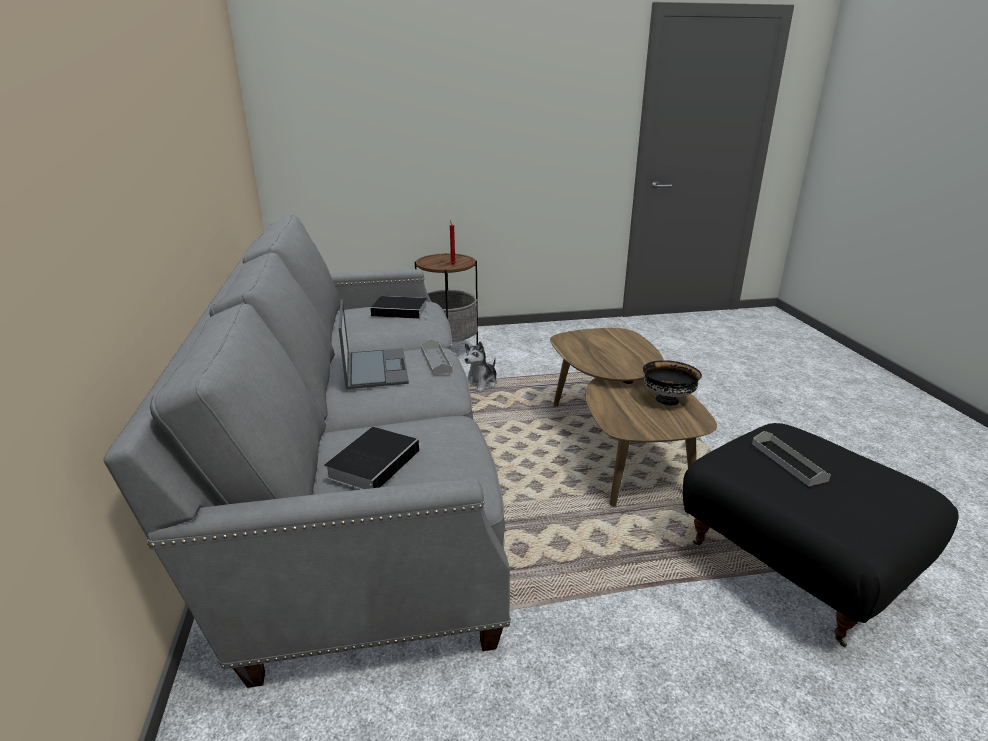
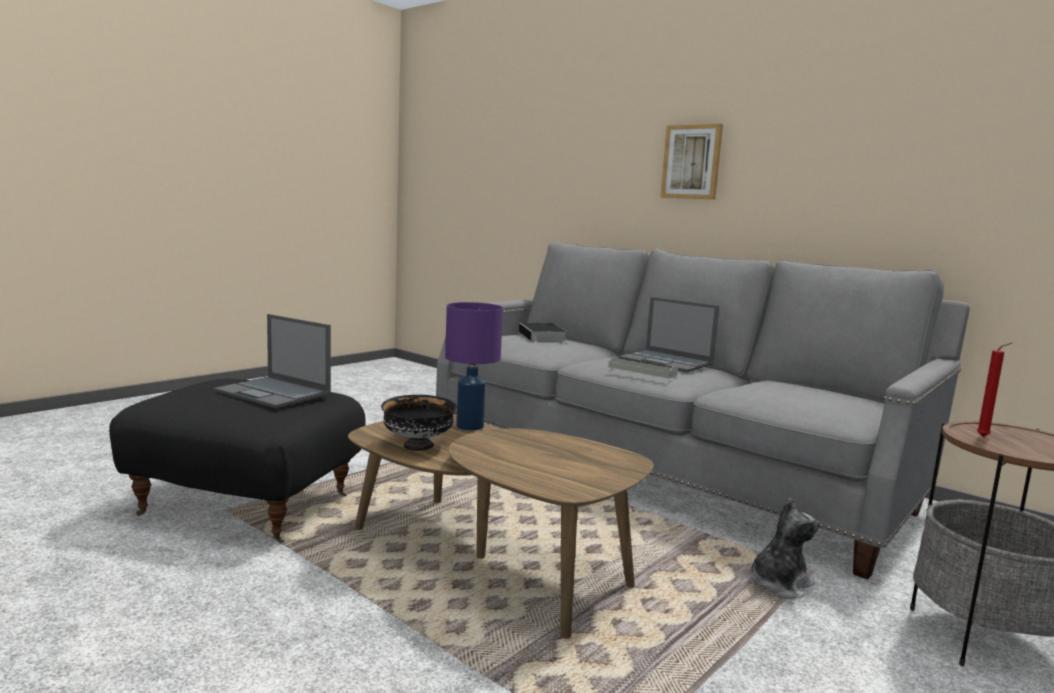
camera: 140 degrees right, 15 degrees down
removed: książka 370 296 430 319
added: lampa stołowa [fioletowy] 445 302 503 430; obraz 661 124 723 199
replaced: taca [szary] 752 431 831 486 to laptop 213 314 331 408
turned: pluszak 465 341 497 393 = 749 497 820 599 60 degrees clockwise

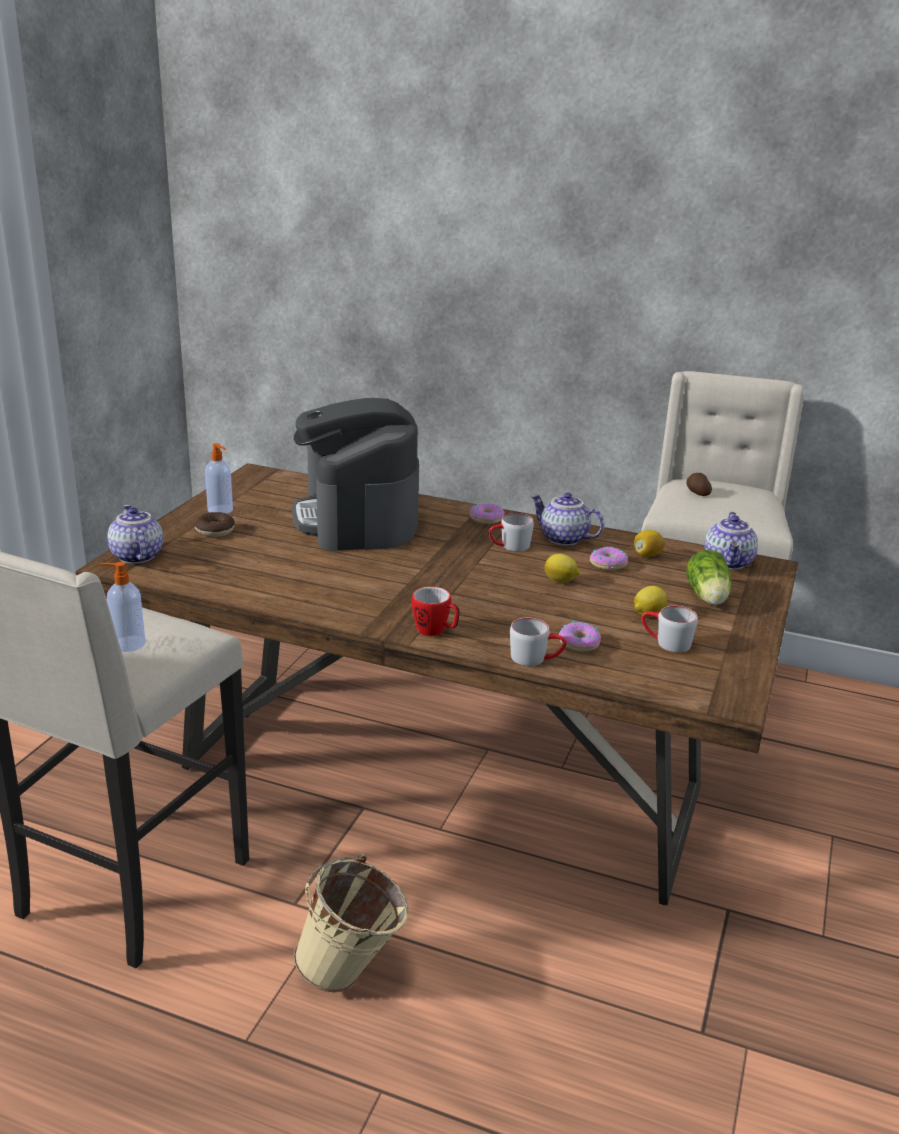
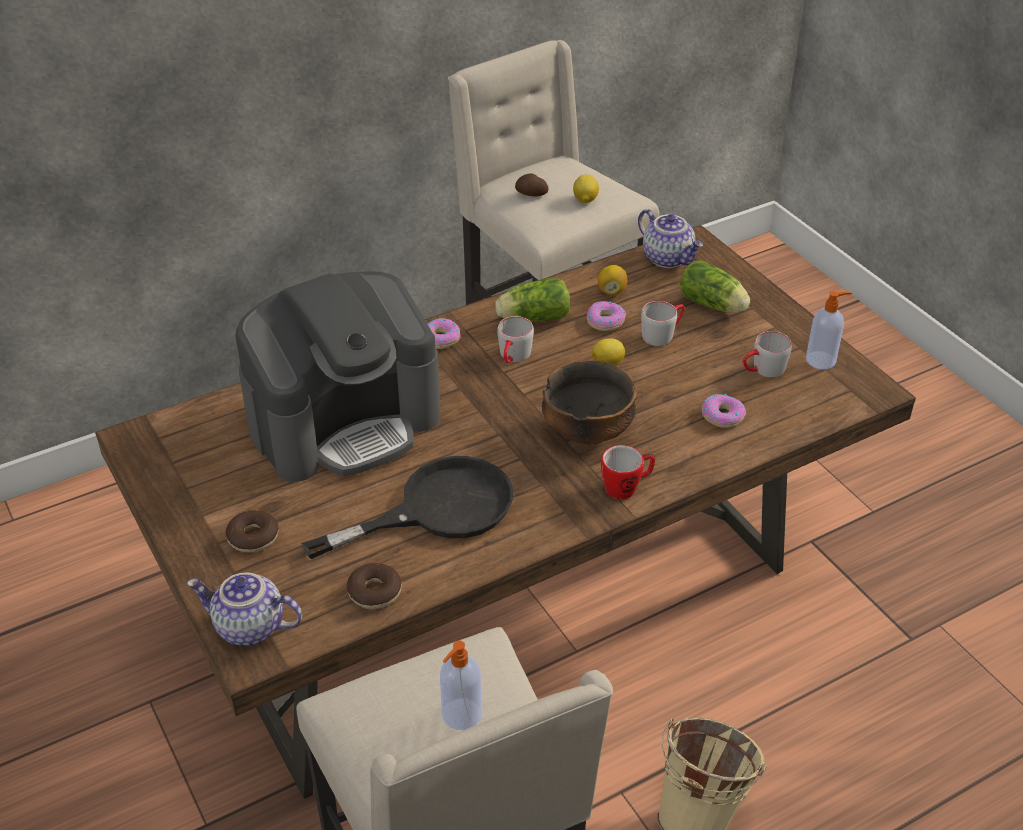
camera: 50 degrees left, 15 degrees up
added: patelnia [czarny] 301 456 513 559; donut 347 563 402 609; miska 542 360 637 445
moved: dozownik mydła 205 443 233 514 to 806 291 852 369; kubek [szary] 510 618 567 666 to 641 301 685 346; cytryna 634 586 667 617 to 573 175 599 203
replaced: imbryk 531 493 604 546 to sałata 495 278 570 322
turned: ekspres do kawy 292 398 419 551 = 236 271 441 482 60 degrees counterclockwise

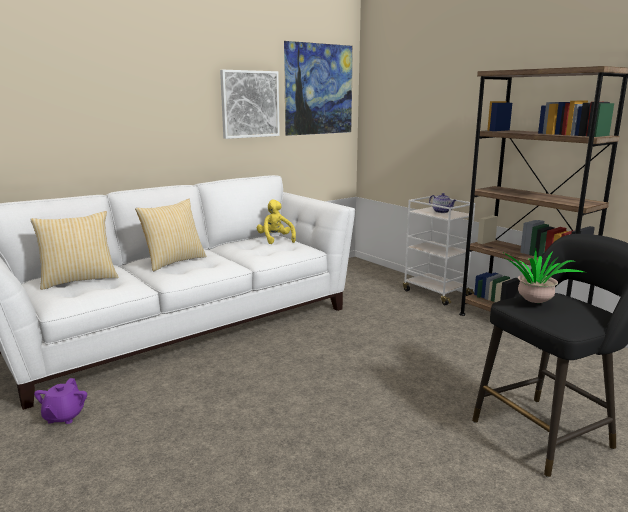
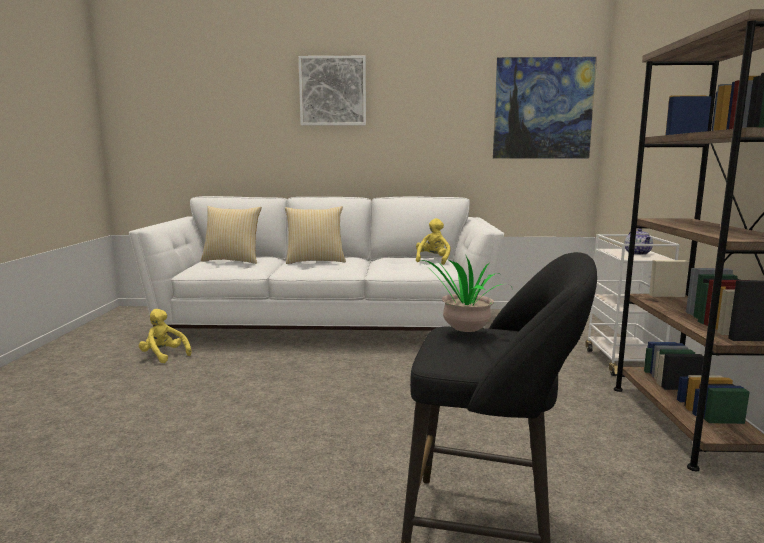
camera: 40 degrees right, 5 degrees down
moved: obraz 220 70 280 139 to 298 56 366 126
replaced: imbryk [fioletowy] 34 378 87 424 to pluszak [żółty] 139 309 192 363

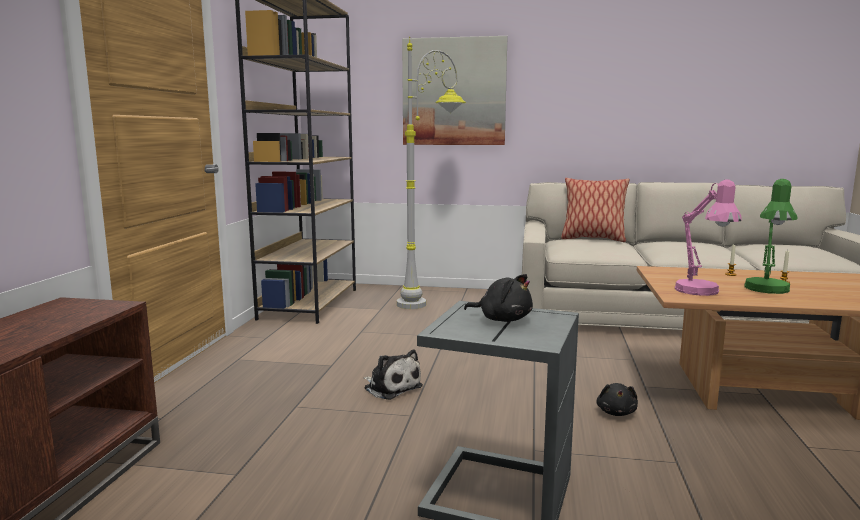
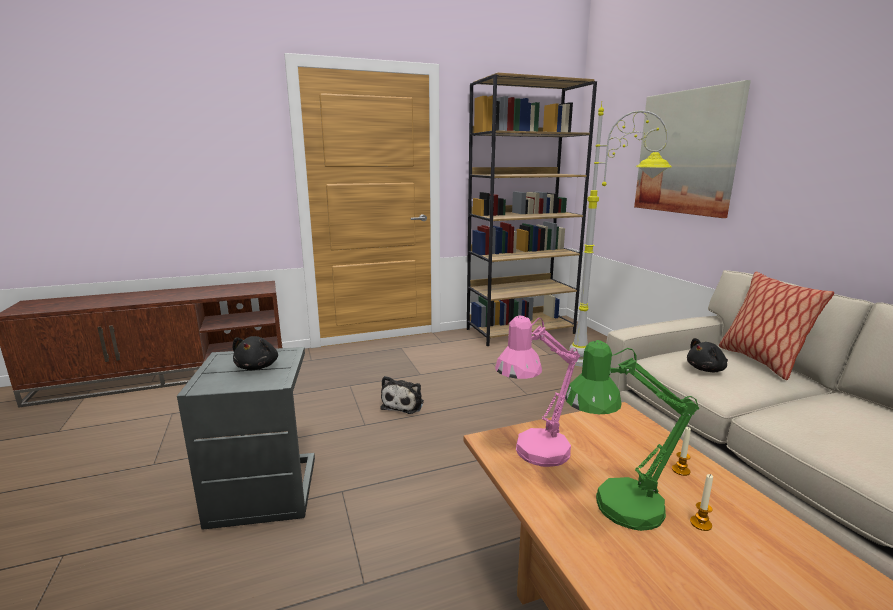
camera: 60 degrees right, 5 degrees up
moved: pluszak [czarny] 596 383 638 416 to 687 338 728 372

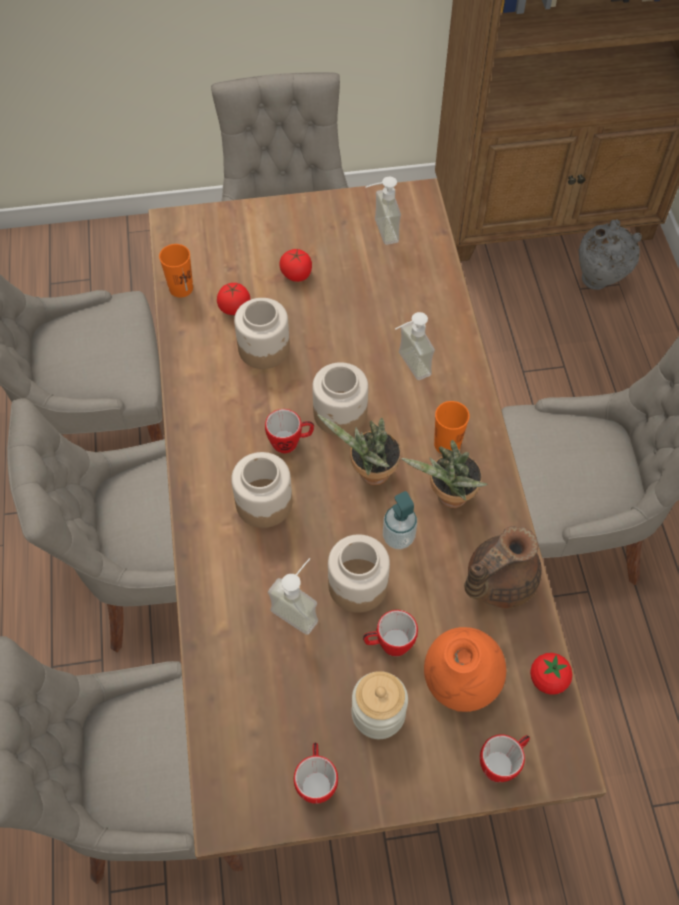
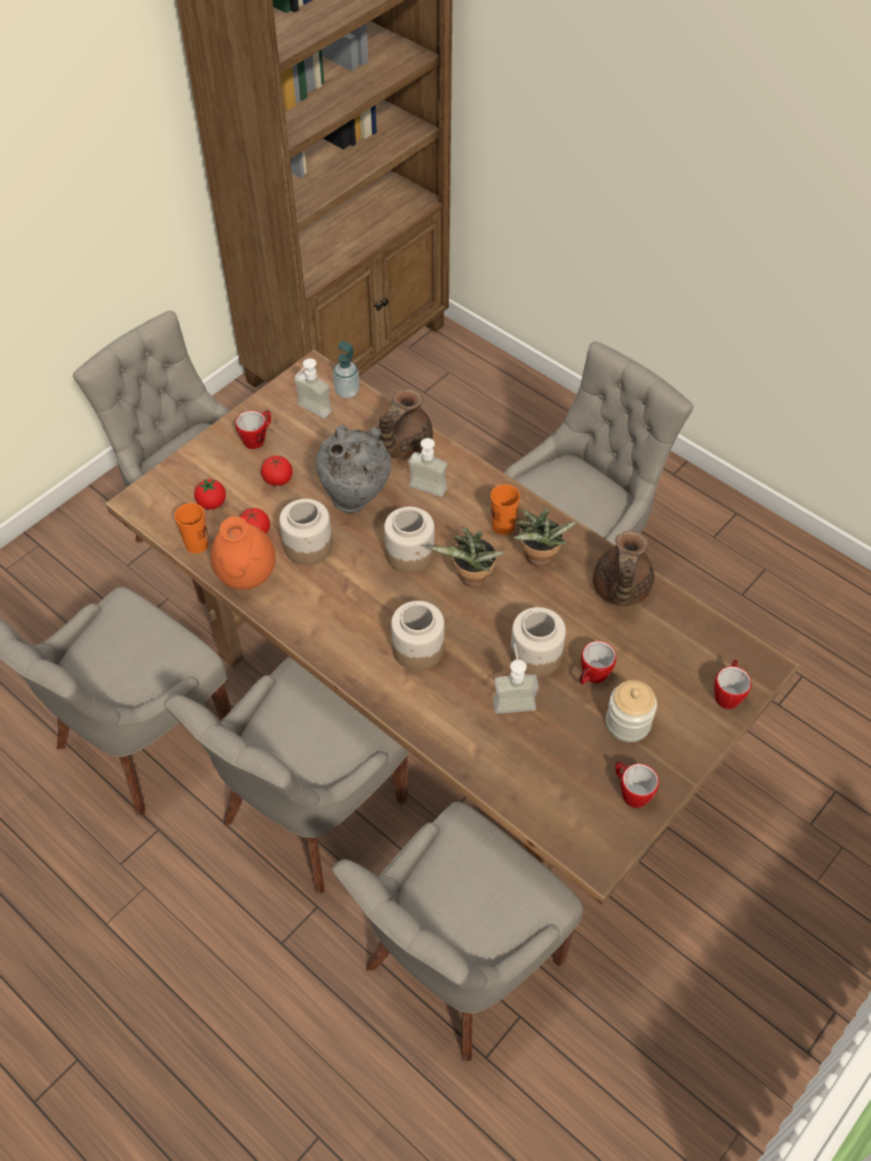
camera: 40 degrees left, 5 degrees down
added: imbryk [brązowy] 379 389 433 459
moved: kubek 265 409 314 453 to 235 410 271 449; dozownik mydła 383 491 417 549 to 333 341 360 398; wazon [pomarańczowy] 424 627 506 712 to 211 516 276 590; pomidor 530 653 573 695 to 194 478 226 510; wazon [szary] 579 219 642 290 to 316 425 391 513

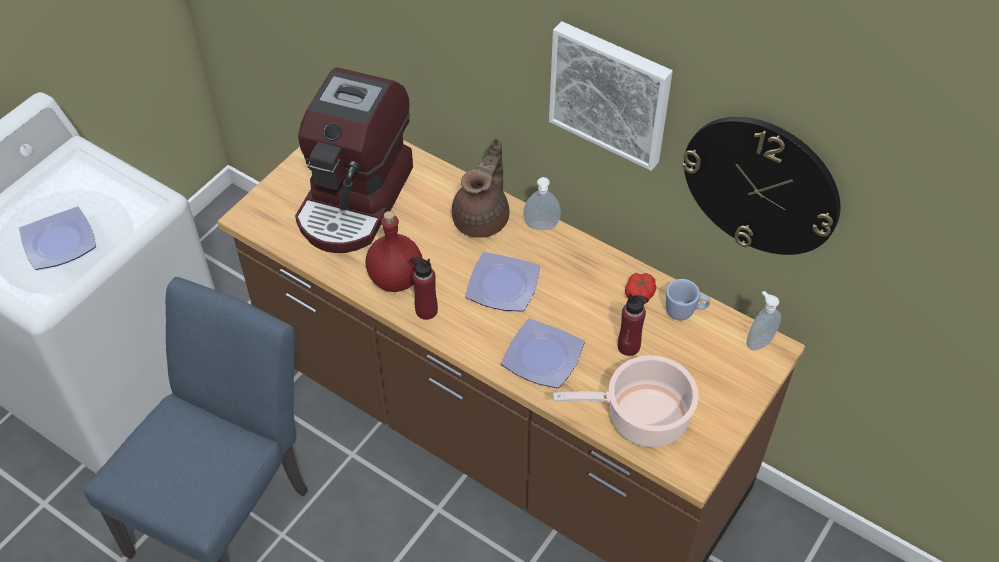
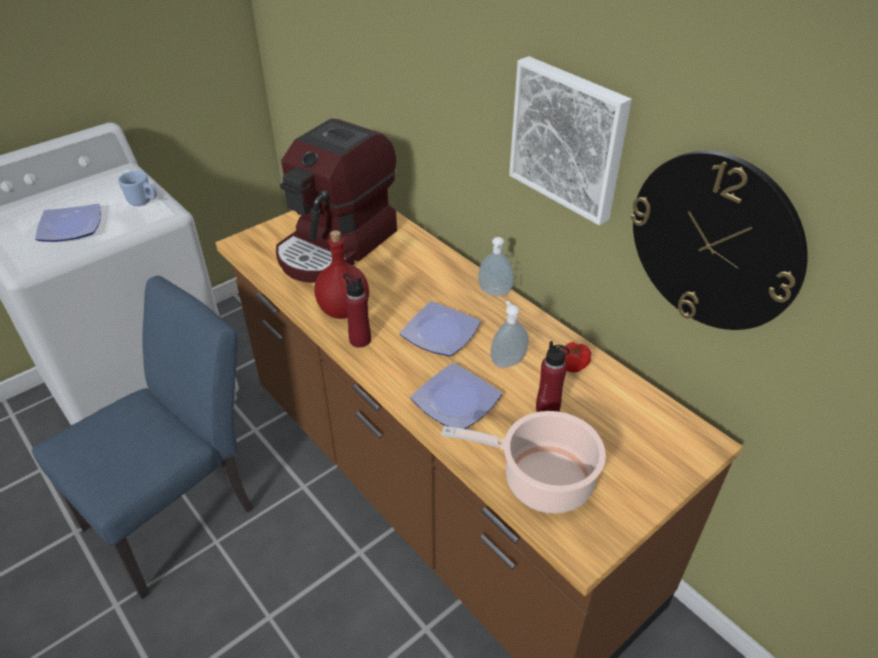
camera: 15 degrees right, 10 degrees down
removed: imbryk [brązowy] 452 137 509 238
moved: kubek [niebieski] 666 279 710 321 to 118 171 157 206; dozownik mydła 746 291 781 351 to 490 301 528 368

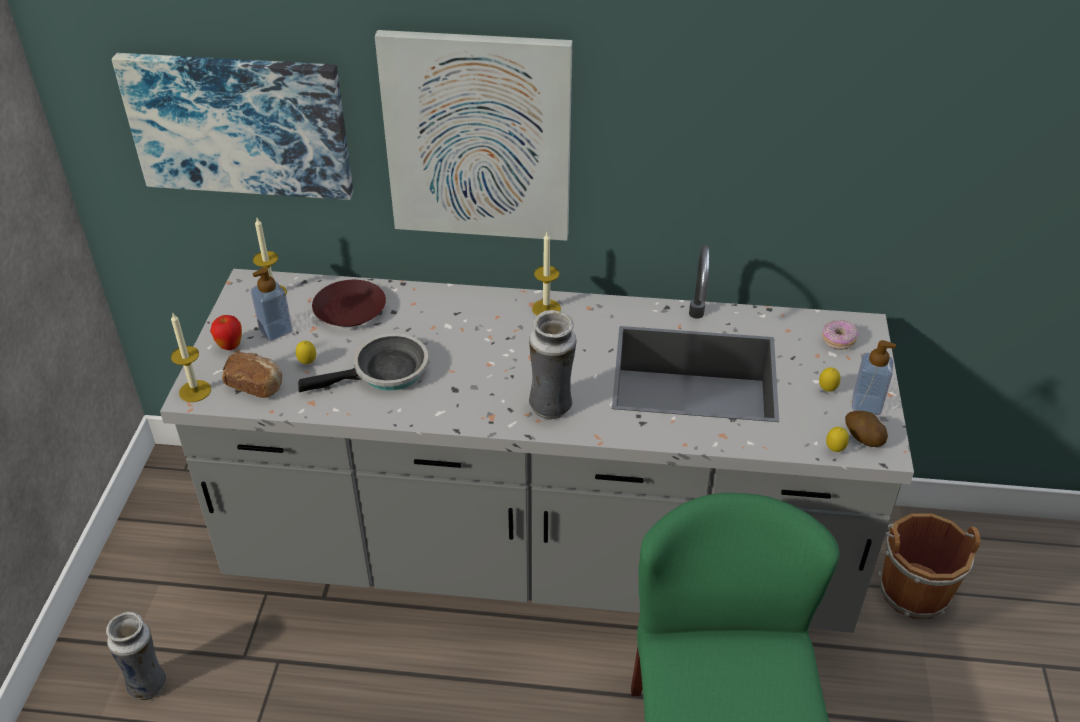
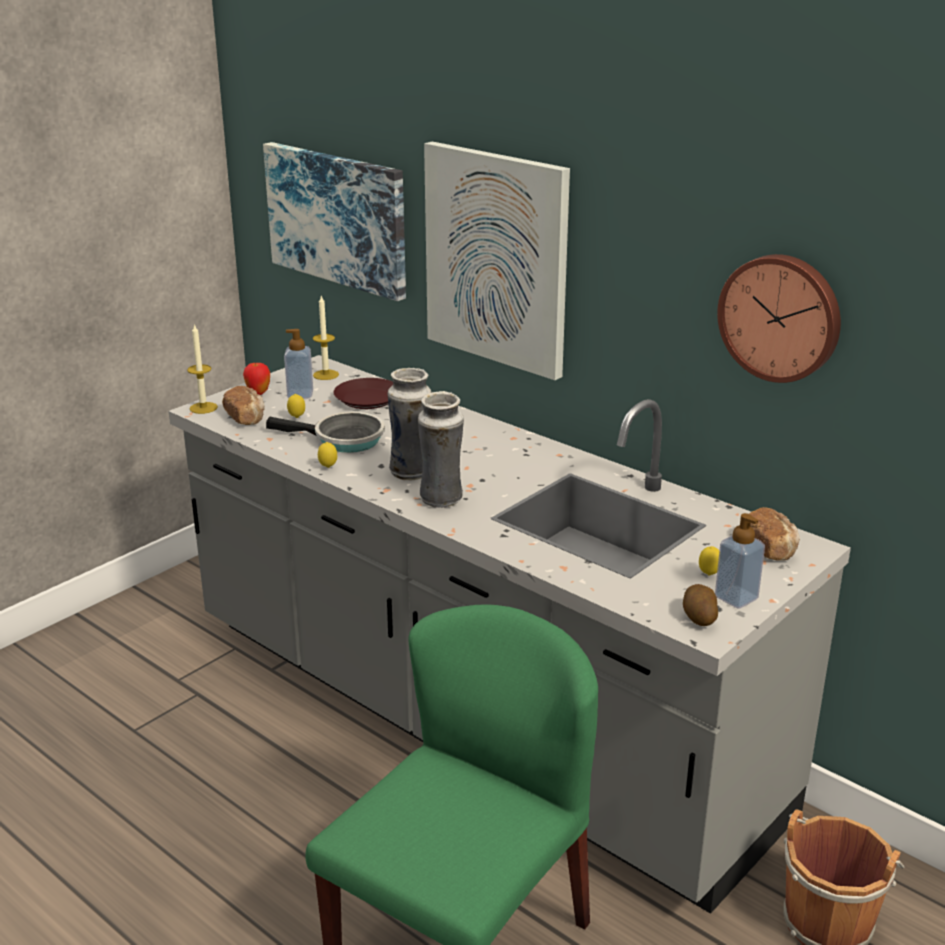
camera: 35 degrees right, 15 degrees down
removed: świeca 532 233 561 315
added: zegar ścienny 717 254 841 383
moved: wazon 106 612 166 700 to 387 368 432 481; cytryna 826 427 849 452 to 318 442 337 468
replaced: donut 822 320 858 350 to chleb 749 507 800 561

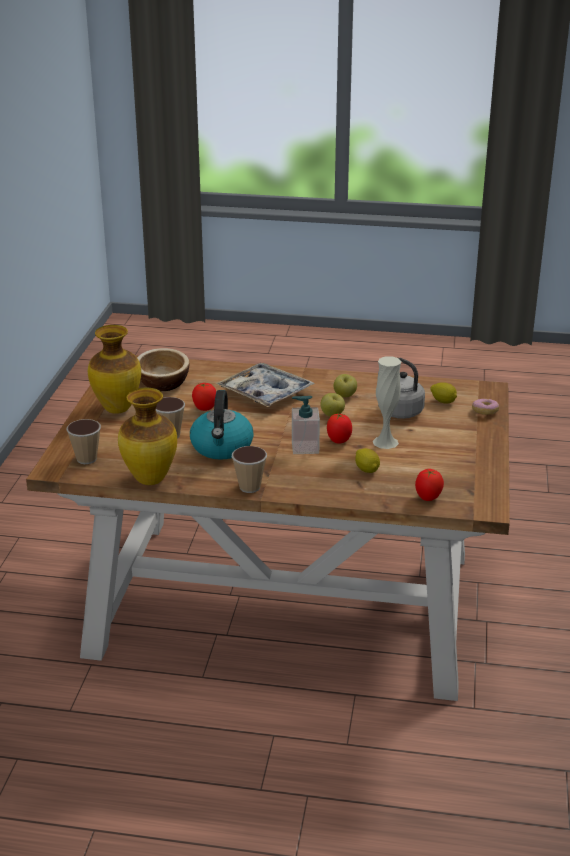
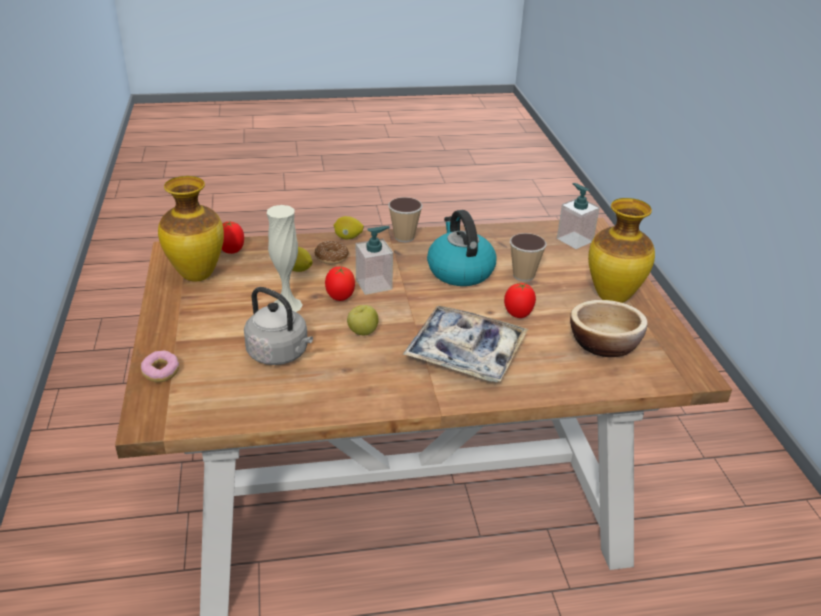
camera: 160 degrees right, 5 degrees up
removed: jabłko 334 374 357 397
added: donut 315 241 349 264
moved: wazon 118 388 177 485 to 158 176 224 282; cytryna 430 382 457 403 to 334 216 364 239
replaced: filiżanka 67 419 101 464 to dozownik mydła 557 183 600 249

